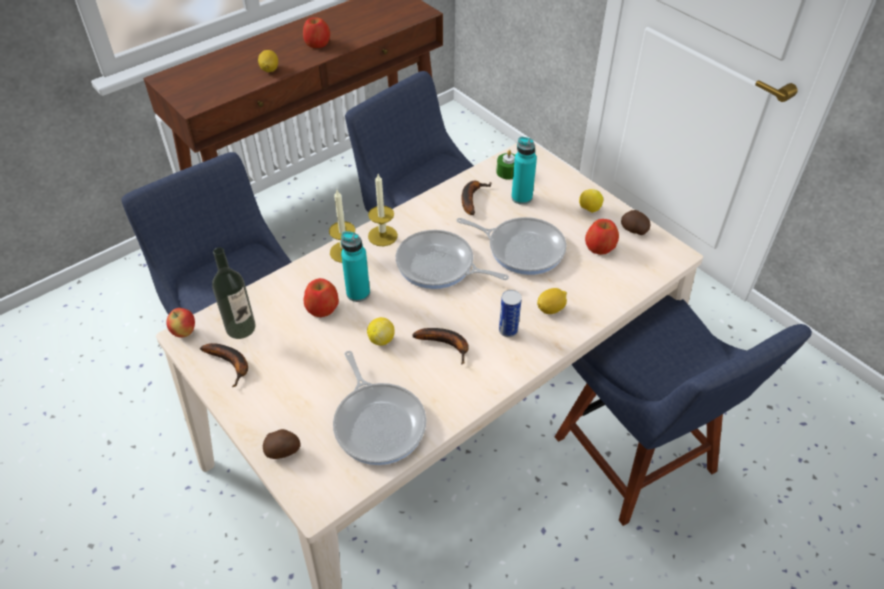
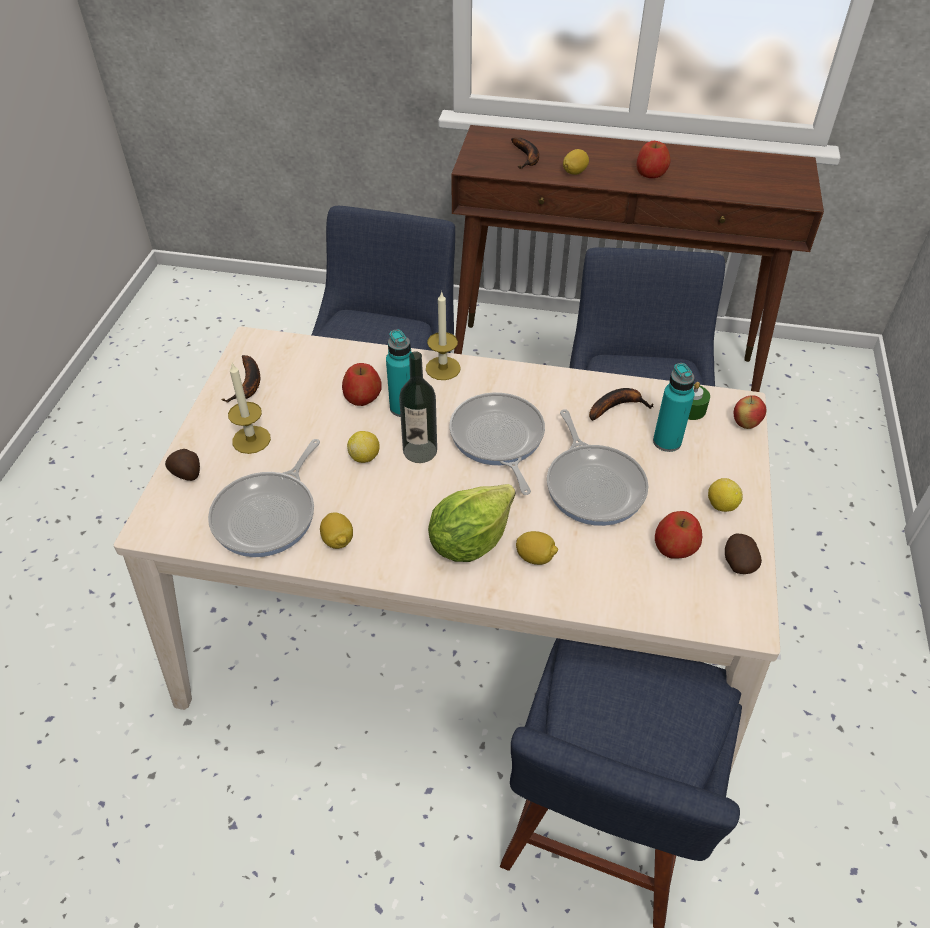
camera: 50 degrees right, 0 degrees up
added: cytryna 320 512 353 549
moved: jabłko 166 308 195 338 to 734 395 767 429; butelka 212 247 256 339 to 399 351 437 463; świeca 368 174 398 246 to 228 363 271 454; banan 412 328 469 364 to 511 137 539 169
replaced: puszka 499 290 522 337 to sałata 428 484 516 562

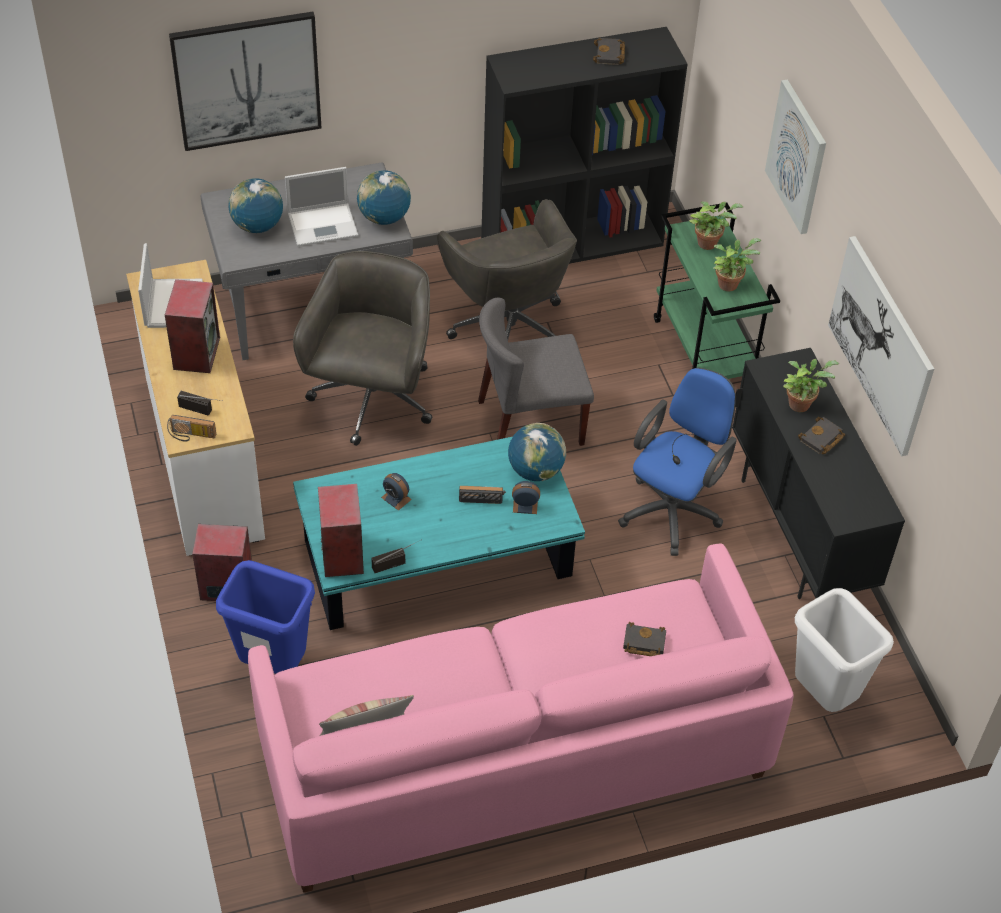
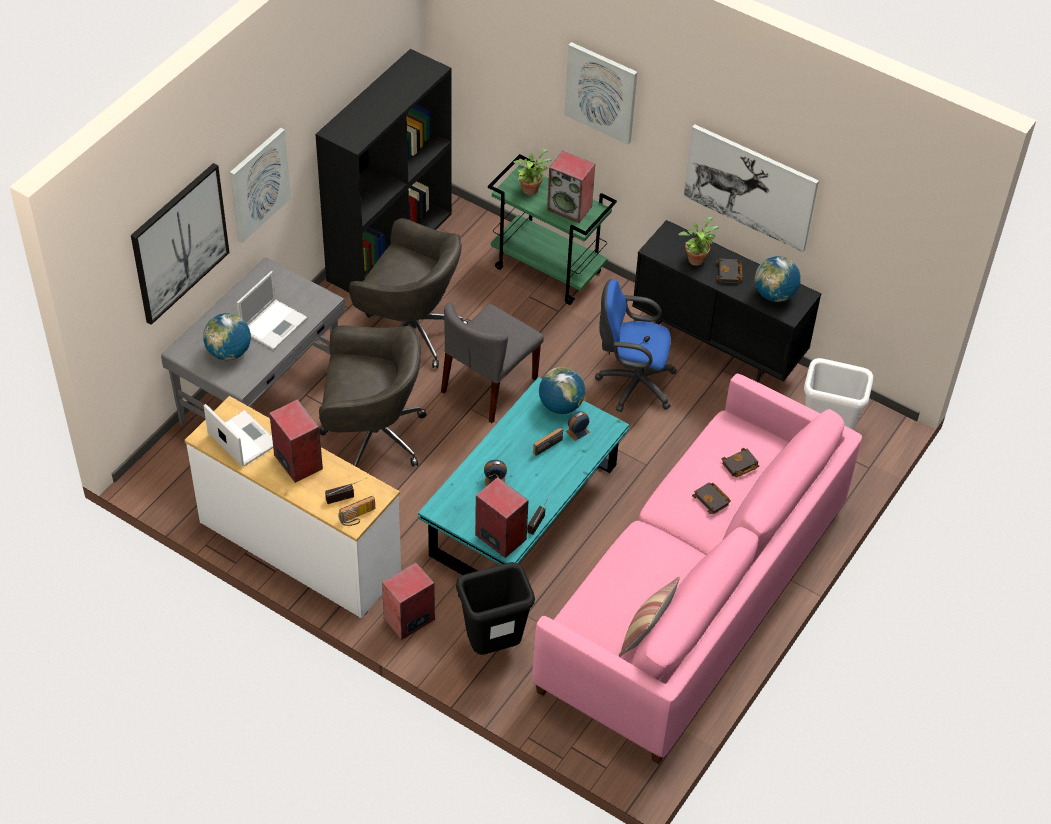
camera: 40 degrees left, 0 degrees up
added: obraz 230 128 291 243
moved: globus 357 170 411 225 to 755 256 801 302; książka [czarny] 593 38 625 65 to 692 482 731 514
replaced: roślina doniczkowa 713 238 761 292 to głośnik 547 151 595 223
recoloured: kosz na śmieci [niebieski] 216 560 315 674 to kosz na śmieci [czarny] 456 562 535 655
turned: krzesło biurowe [szary] 293 251 432 446 = 319 325 426 467 120 degrees clockwise; krzesło biurowe [niebieski] 618 368 737 556 = 595 279 677 412 75 degrees counterclockwise

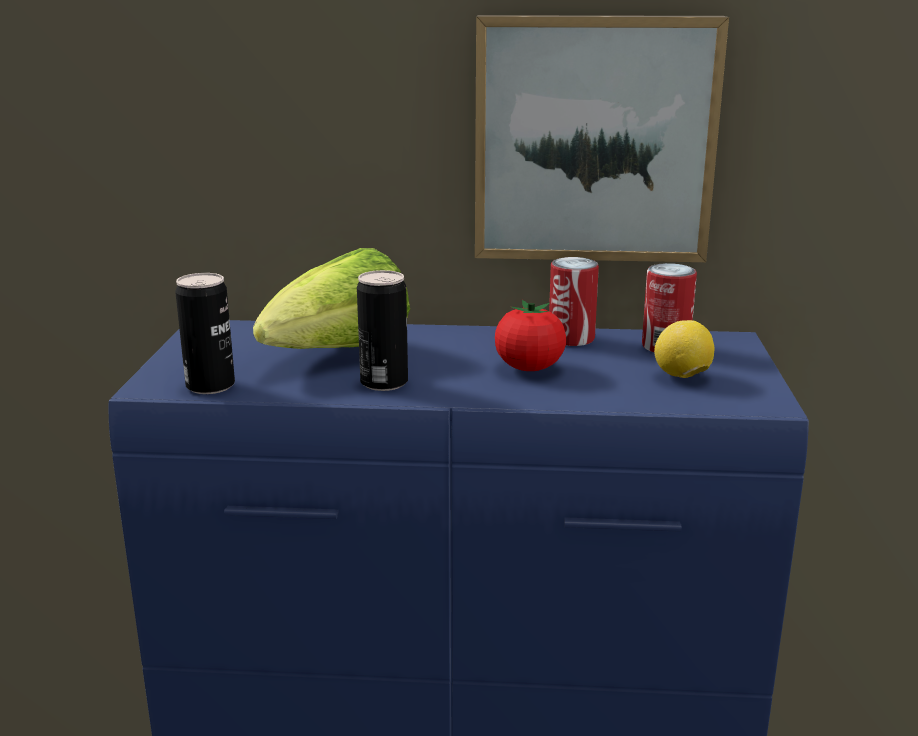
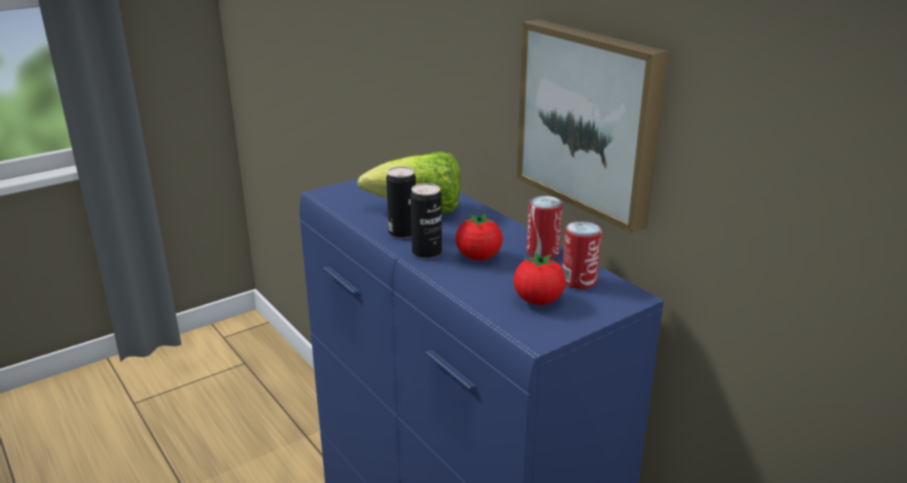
camera: 50 degrees right, 5 degrees up
moved: puszka 175 273 235 394 to 411 183 442 259
replaced: cytryna 654 320 714 378 to pomidor 513 252 566 305

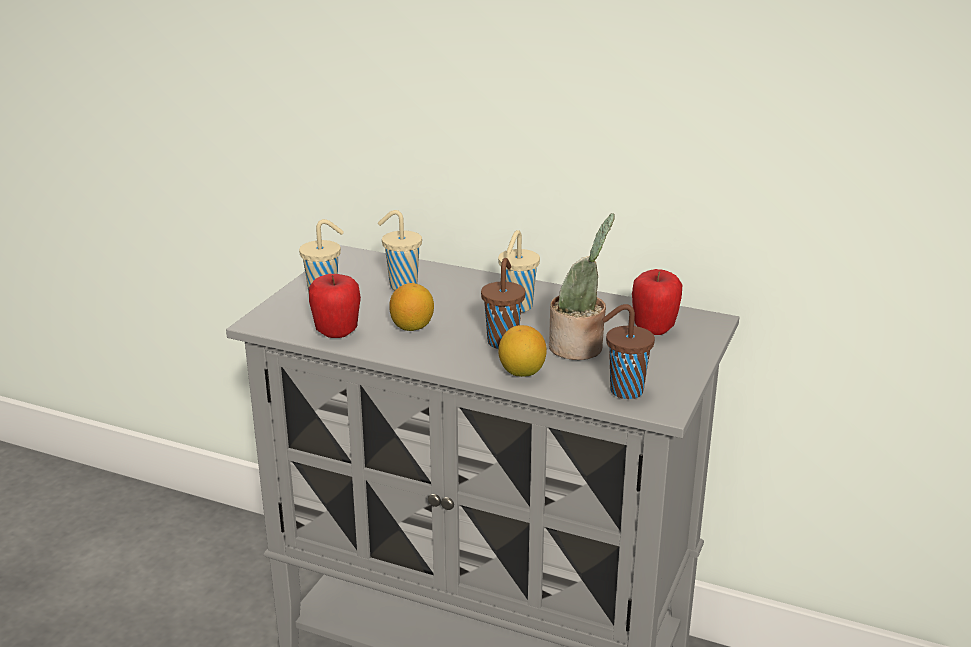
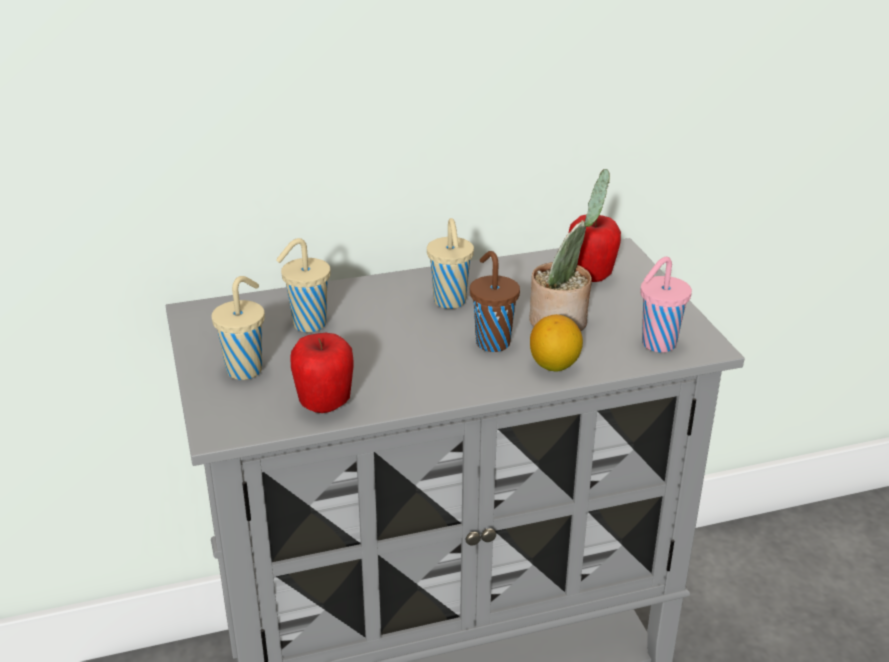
camera: 40 degrees left, 5 degrees up
removed: cytryna 389 283 434 331
recoloured: filiżanka [brązowy] 602 304 655 399 to filiżanka [różowy] 641 257 692 353

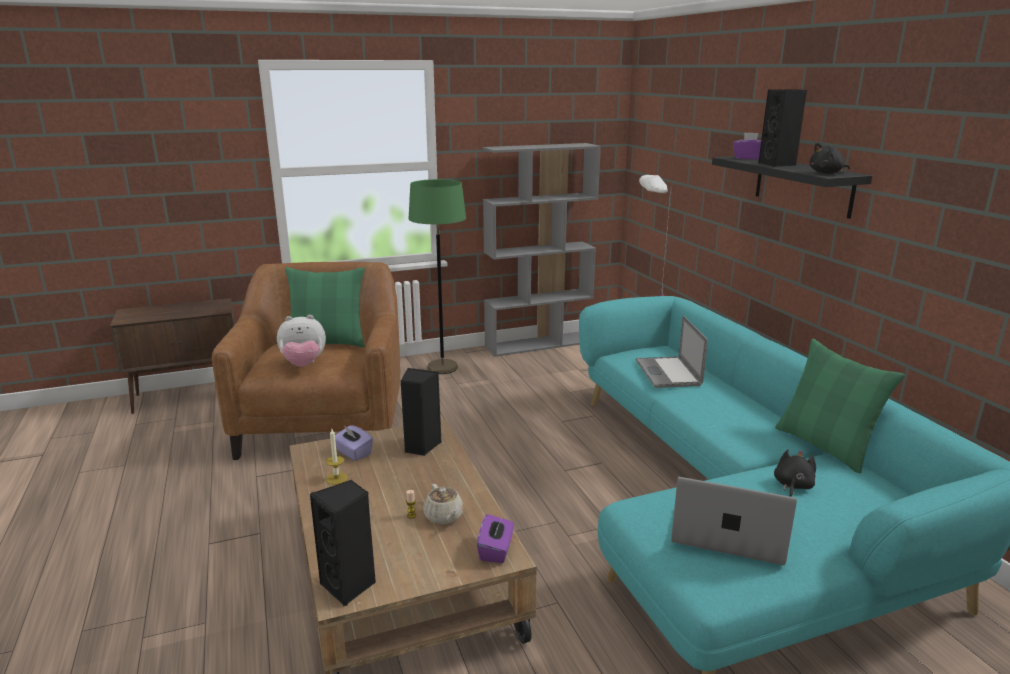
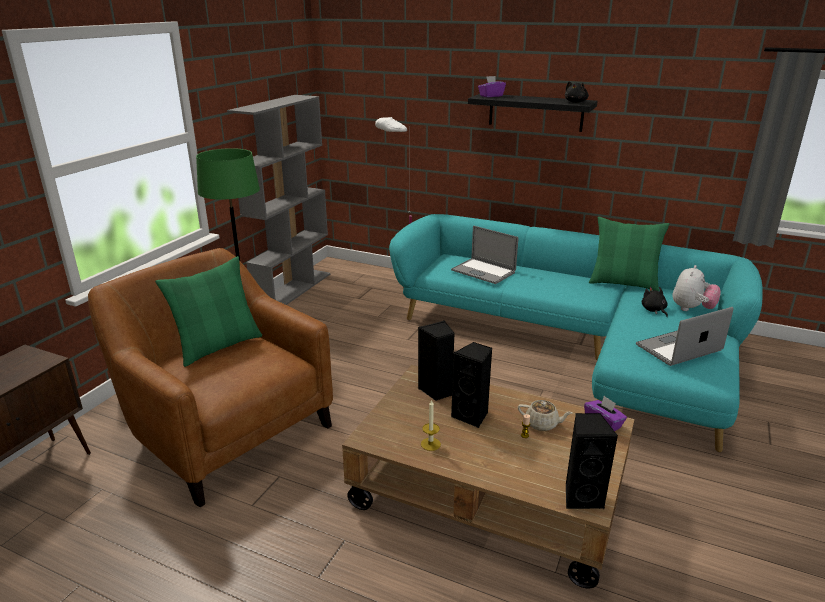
camera: 45 degrees left, 5 degrees up
removed: pudełko chusteczek [fioletowy] 335 425 373 461
moved: pluszak 277 315 326 367 to 672 265 721 311; głośnik [czarny] 758 89 807 167 to 451 342 492 429

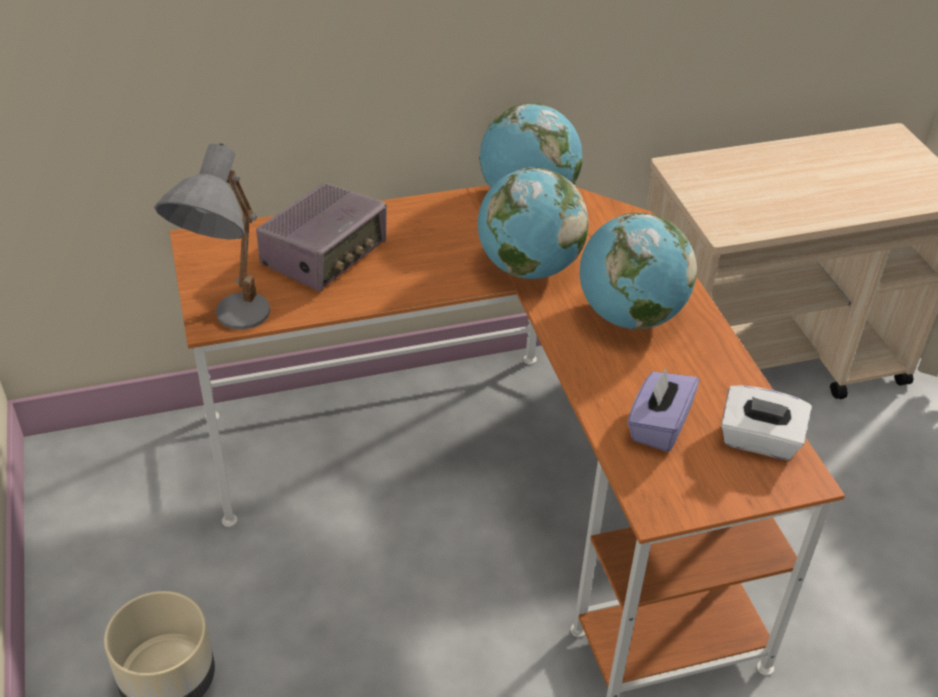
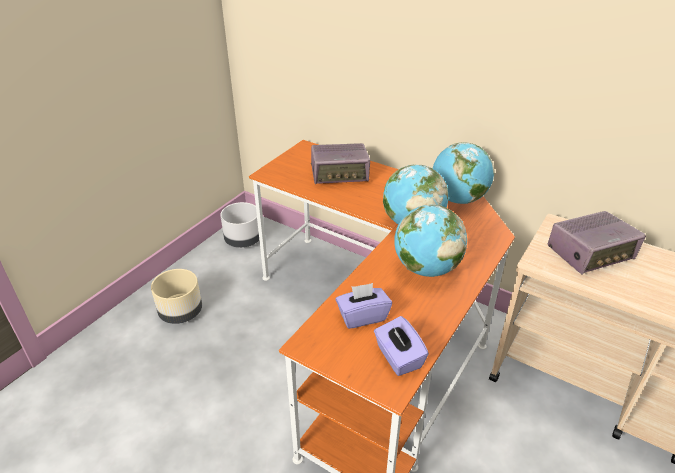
camera: 50 degrees right, 5 degrees down
removed: lampa stołowa [szary] 154 144 270 330
added: donica [szary] 220 202 259 248; radio 547 211 646 275
recoloured: pudełko chusteczek [biały] 721 386 812 460 to pudełko chusteczek [fioletowy] 374 316 429 376

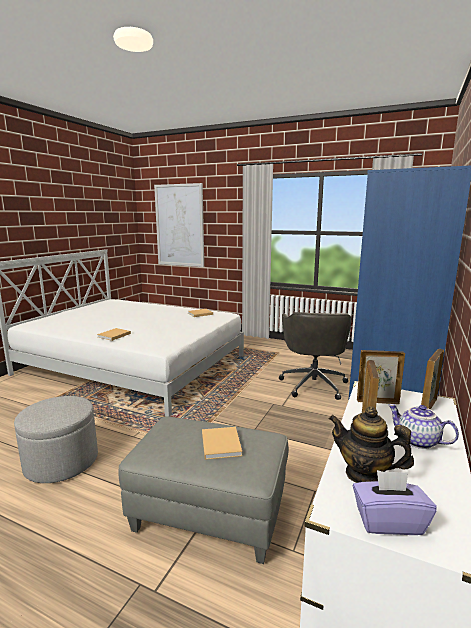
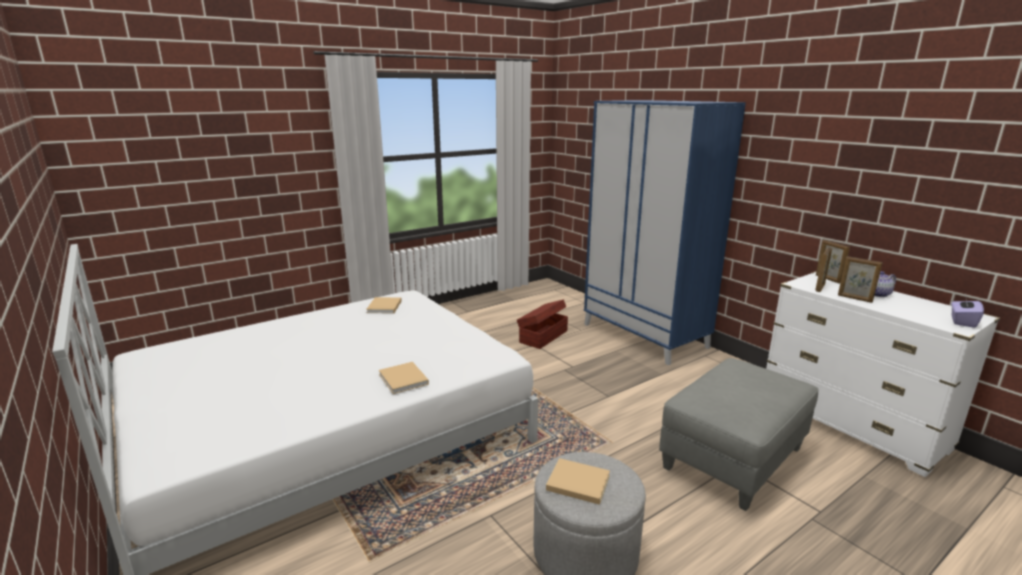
camera: 60 degrees left, 5 degrees up
removed: obraz 154 183 204 267; imbryk 329 406 414 483
moved: książka [beżowy] 202 427 242 460 to 546 458 610 505
replaced: krzesło biurowe [szary] 279 312 351 400 to pojemnik do przechowywania [brązowy] 517 300 568 349

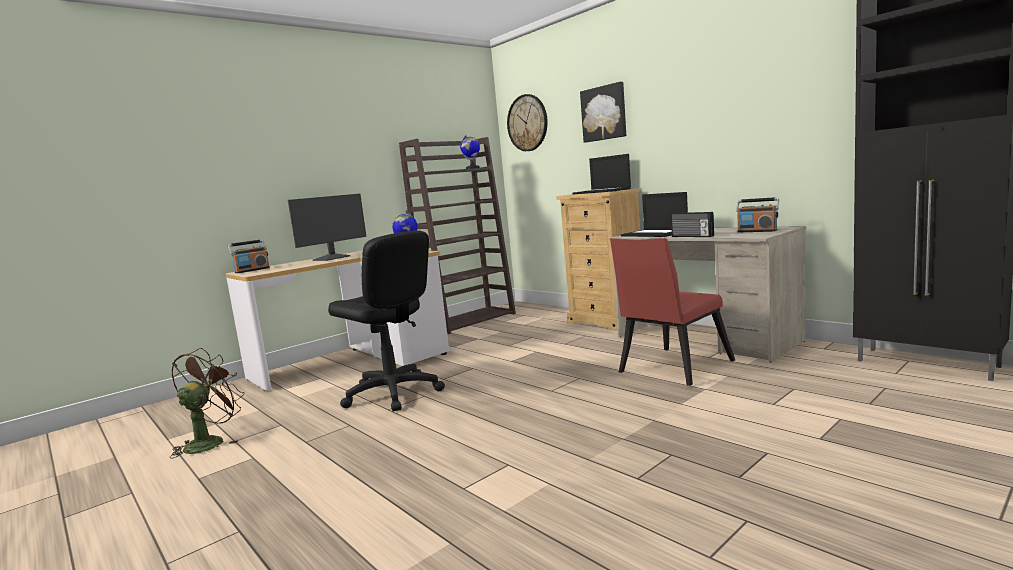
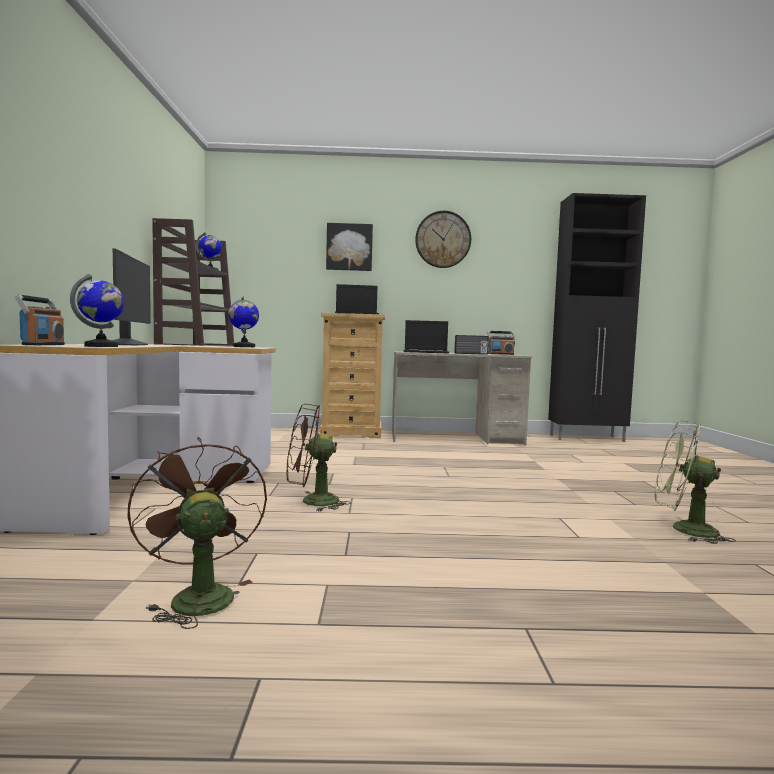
camera: 50 degrees left, 5 degrees down
removed: krzesło [czerwony] 610 238 735 386
added: globus 70 274 124 347; wentylator [zielony] 655 420 736 544
moved: zegar ścienny 507 94 548 151 to 415 211 471 268
replaced: krzesło biurowe [czarny] 328 231 445 412 to wentylator [brązowy] 286 404 351 512

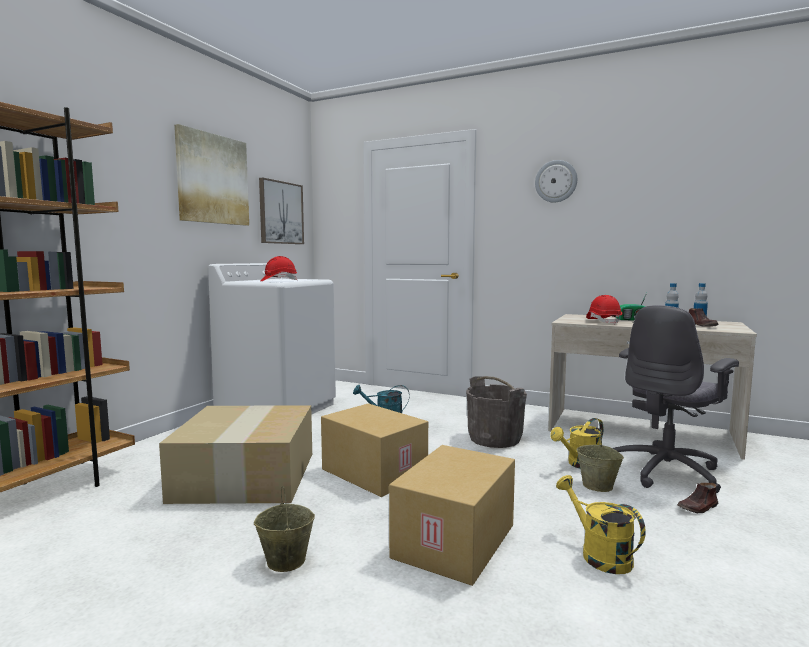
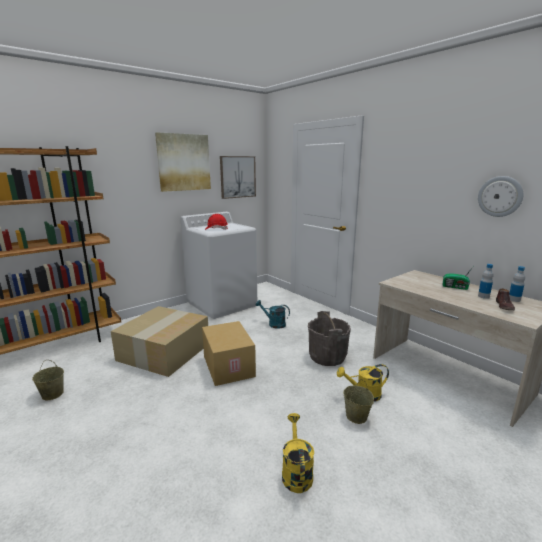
camera: 25 degrees right, 10 degrees up
removed: karton 389 445 515 586; kask [czerwony] 586 295 622 324; krzesło biurowe [szary] 613 305 739 493; but [brązowy] 677 483 718 513
moved: wiadro [beżowy] 254 486 315 572 to 32 360 64 400; zegar ścienny 535 160 577 203 to 478 176 523 217

